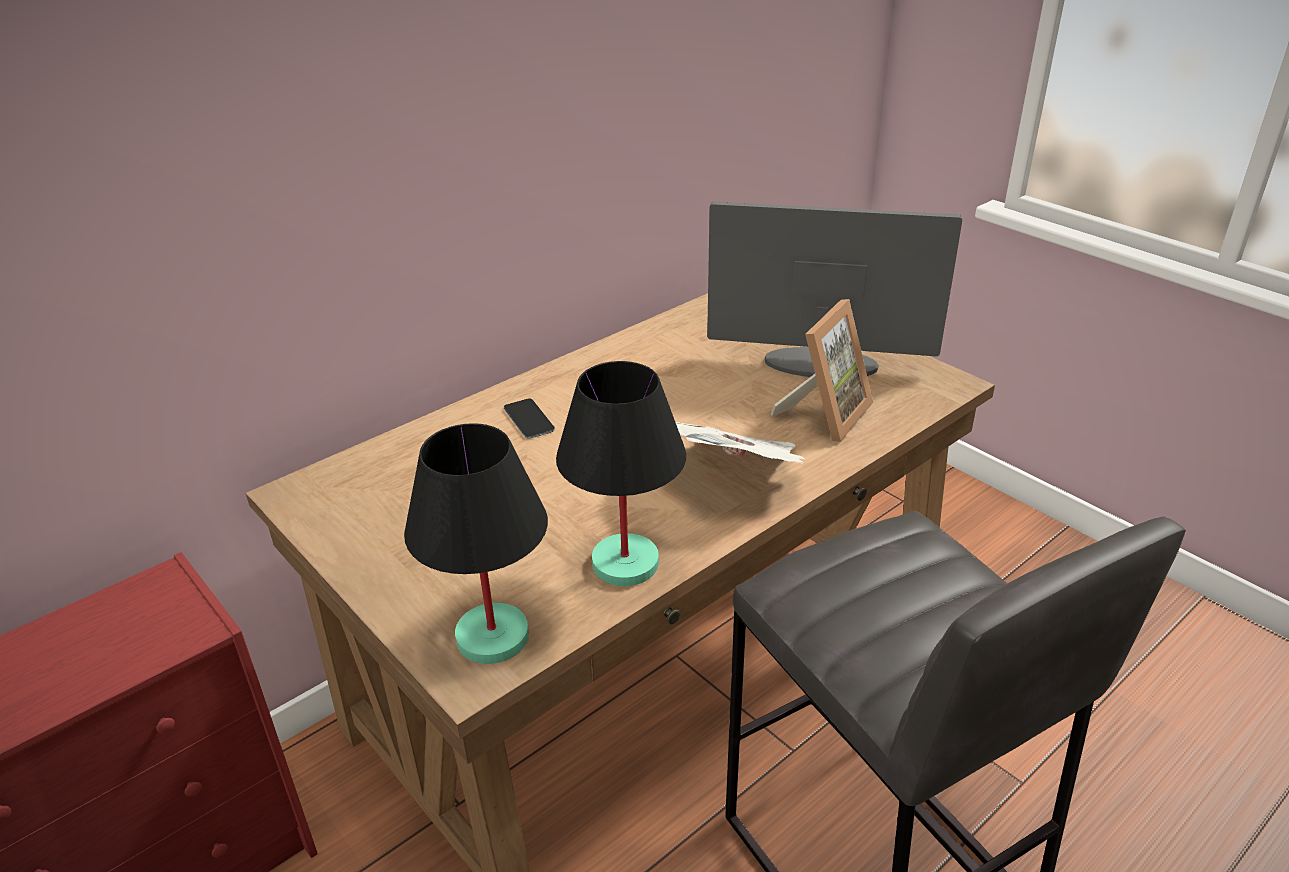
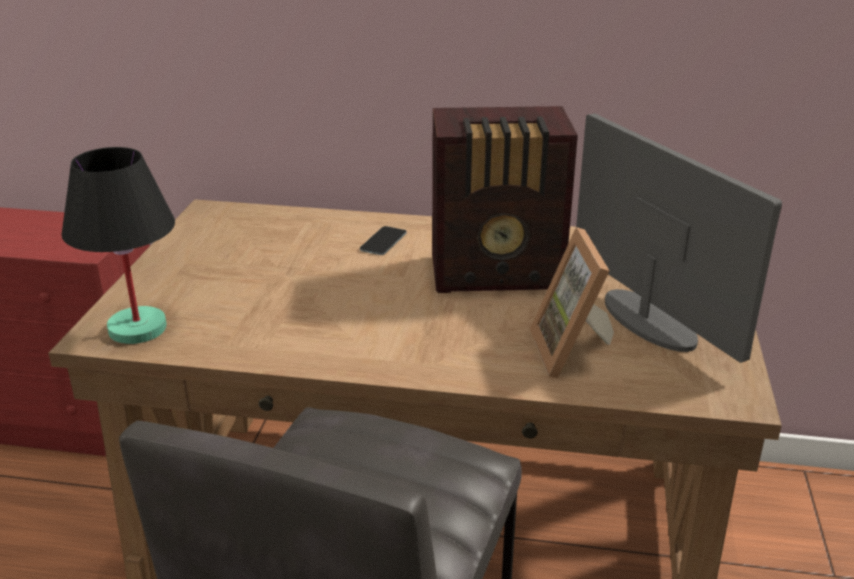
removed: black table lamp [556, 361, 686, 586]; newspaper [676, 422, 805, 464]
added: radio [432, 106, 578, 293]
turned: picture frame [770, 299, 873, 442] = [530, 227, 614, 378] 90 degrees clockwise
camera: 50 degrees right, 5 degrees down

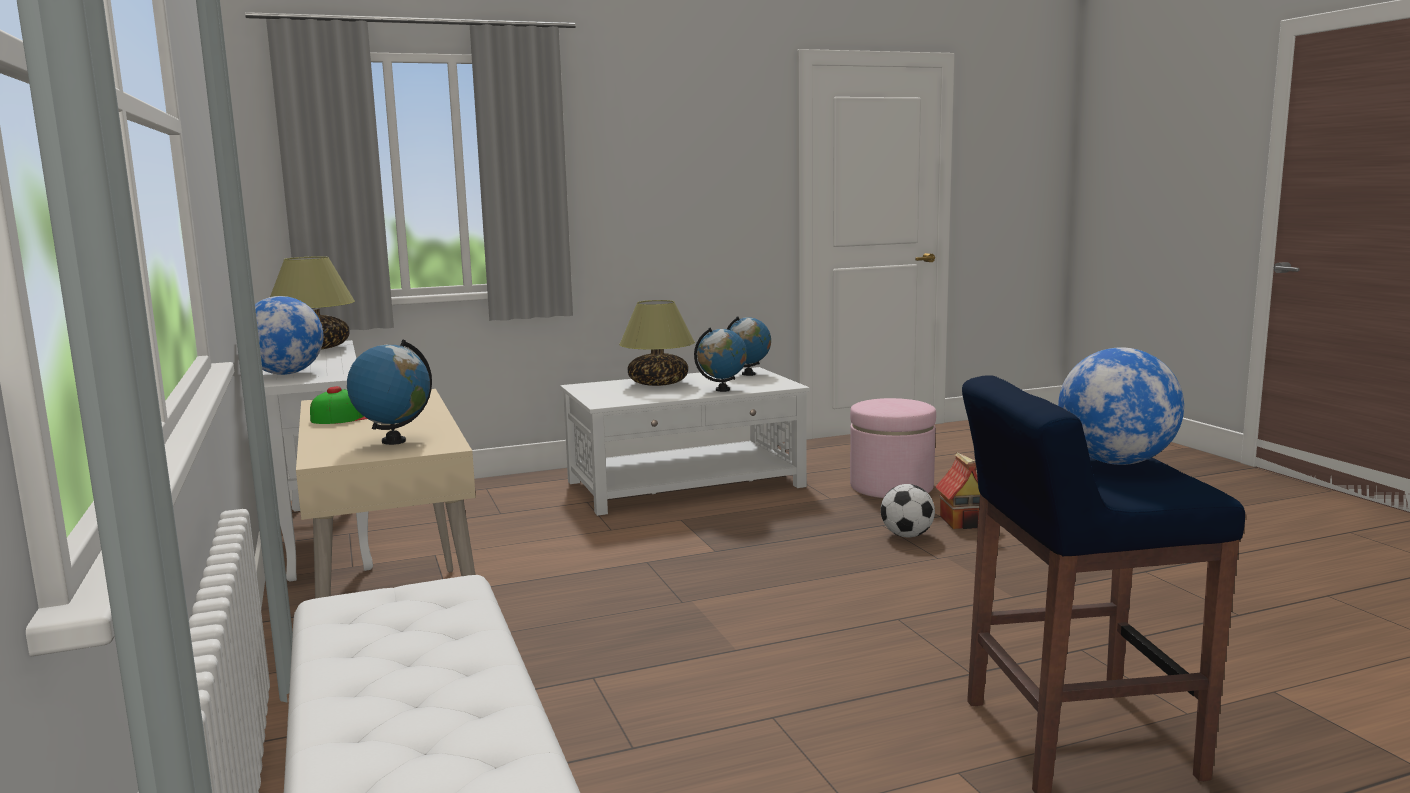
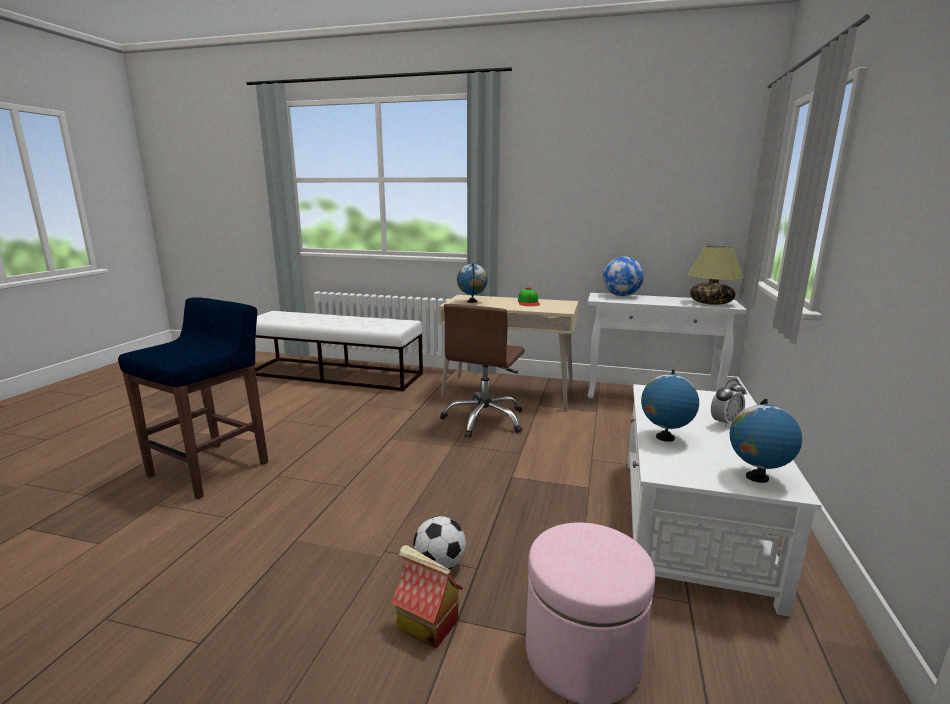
removed: globe [1058, 347, 1184, 465]
added: brown office chair [440, 304, 525, 438]
replaced: table lamp [619, 300, 695, 386] to alarm clock [711, 379, 746, 428]
camera: 125 degrees right, 5 degrees up

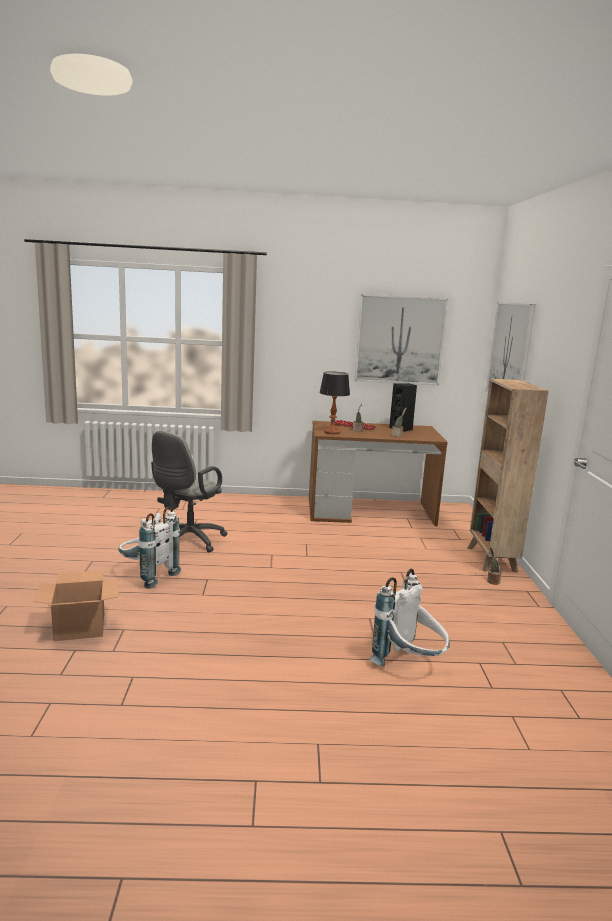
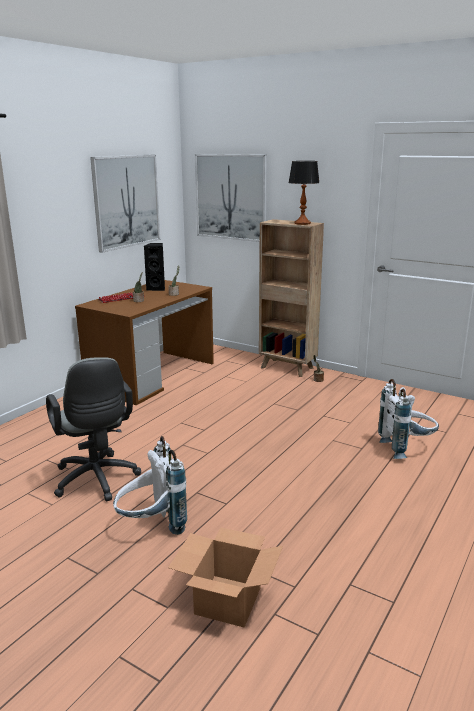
moved: table lamp [319, 371, 350, 434] to [288, 161, 320, 225]
camera: 55 degrees left, 5 degrees up

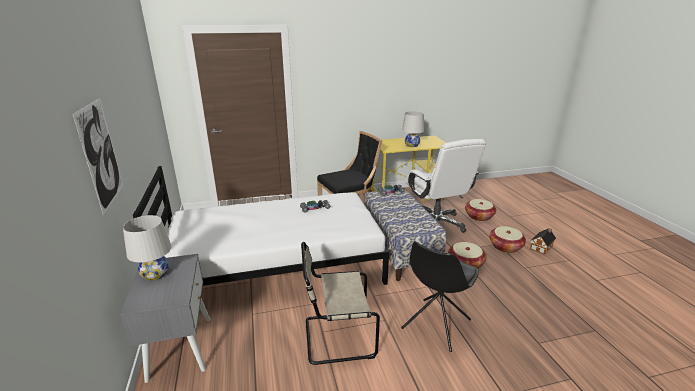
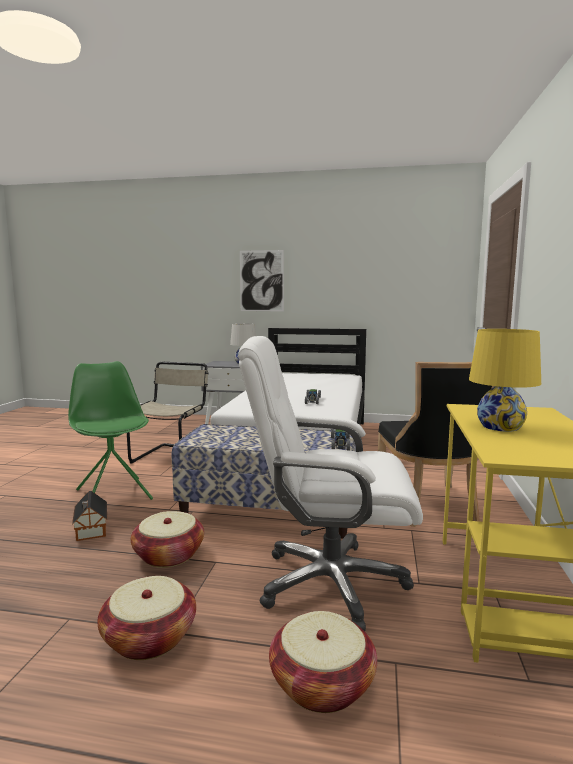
moved: toy house [530, 228, 556, 255] to [72, 491, 107, 541]
recoloured: black chair [401, 242, 479, 352] to green chair [68, 361, 153, 500]; white table lamp [402, 111, 424, 147] to yellow table lamp [469, 329, 541, 432]
camera: 115 degrees right, 15 degrees down

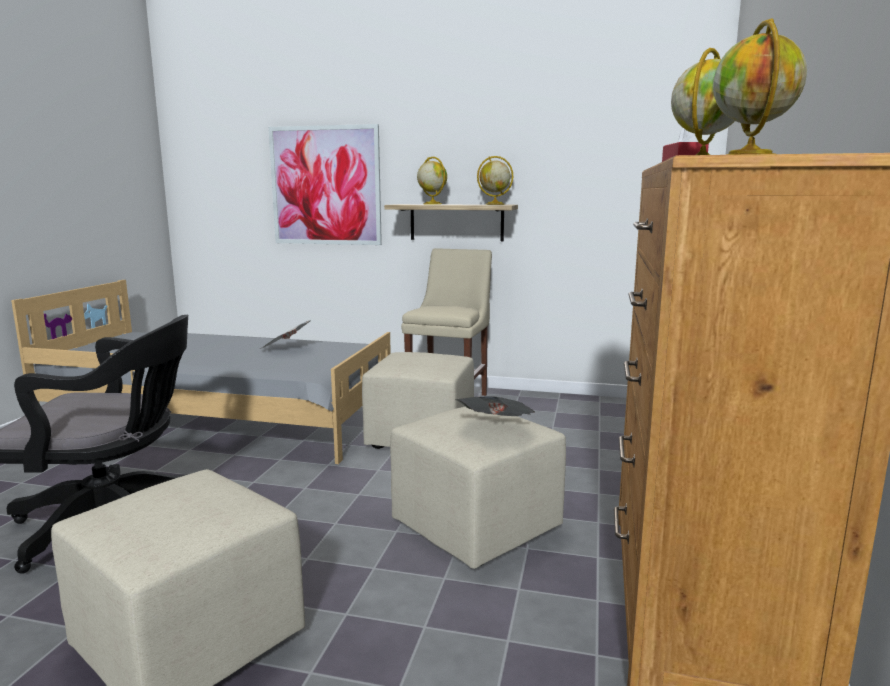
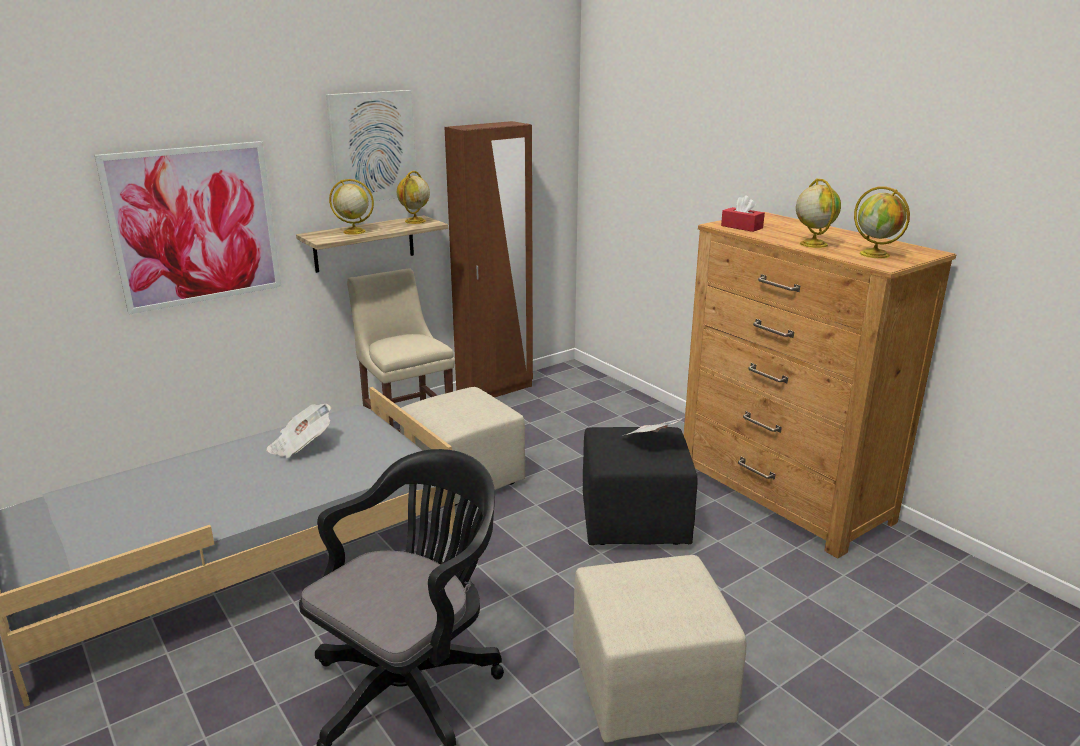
added: picture [326, 90, 416, 202]; brown wardrobe [445, 121, 533, 398]
recoloured: beige ottoman [390, 407, 566, 569] to black ottoman [583, 427, 697, 545]
camera: 50 degrees left, 10 degrees up

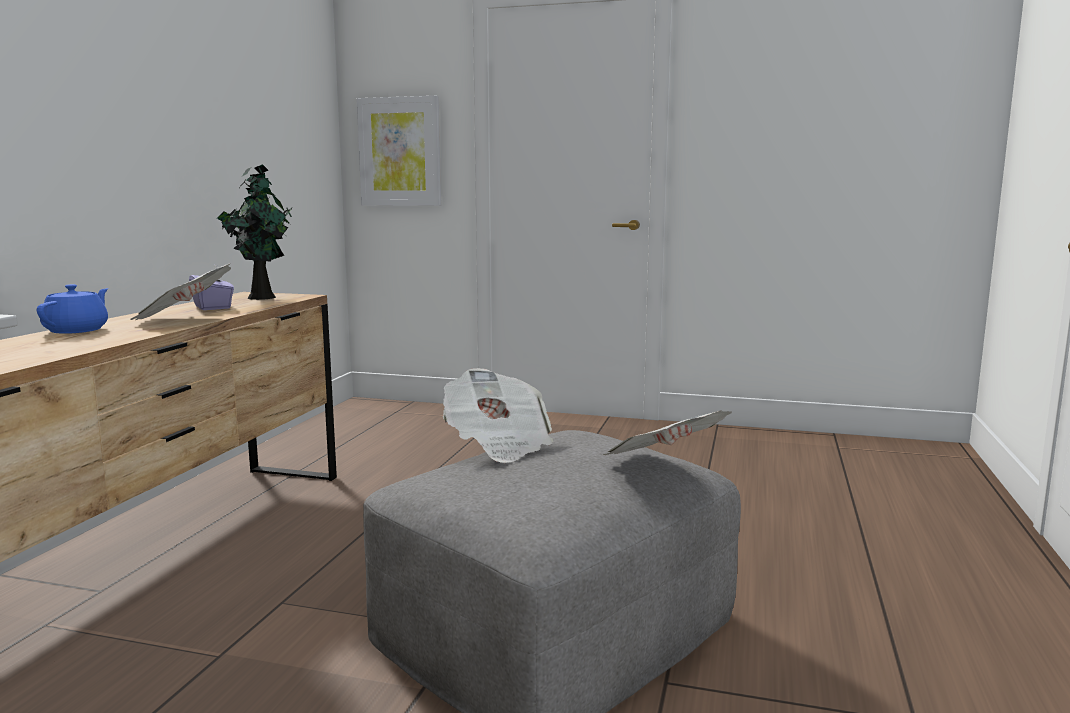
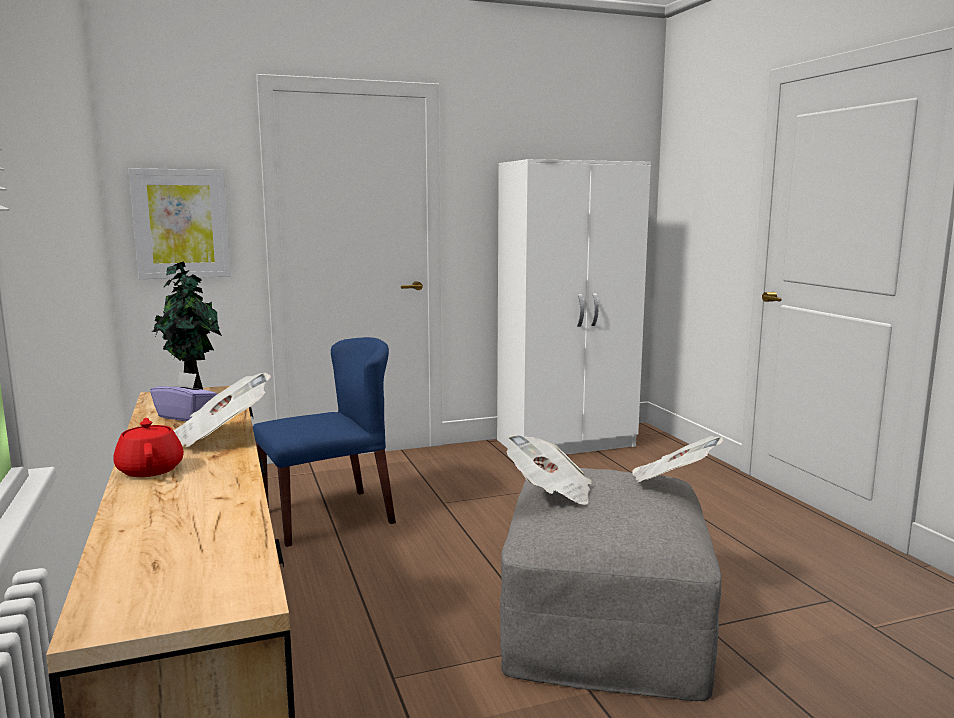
added: blue chair [253, 337, 396, 547]; white wardrobe [497, 159, 651, 455]
recoloured: blue teapot [37, 284, 108, 334] to red teapot [113, 418, 184, 477]
camera: 35 degrees left, 0 degrees up

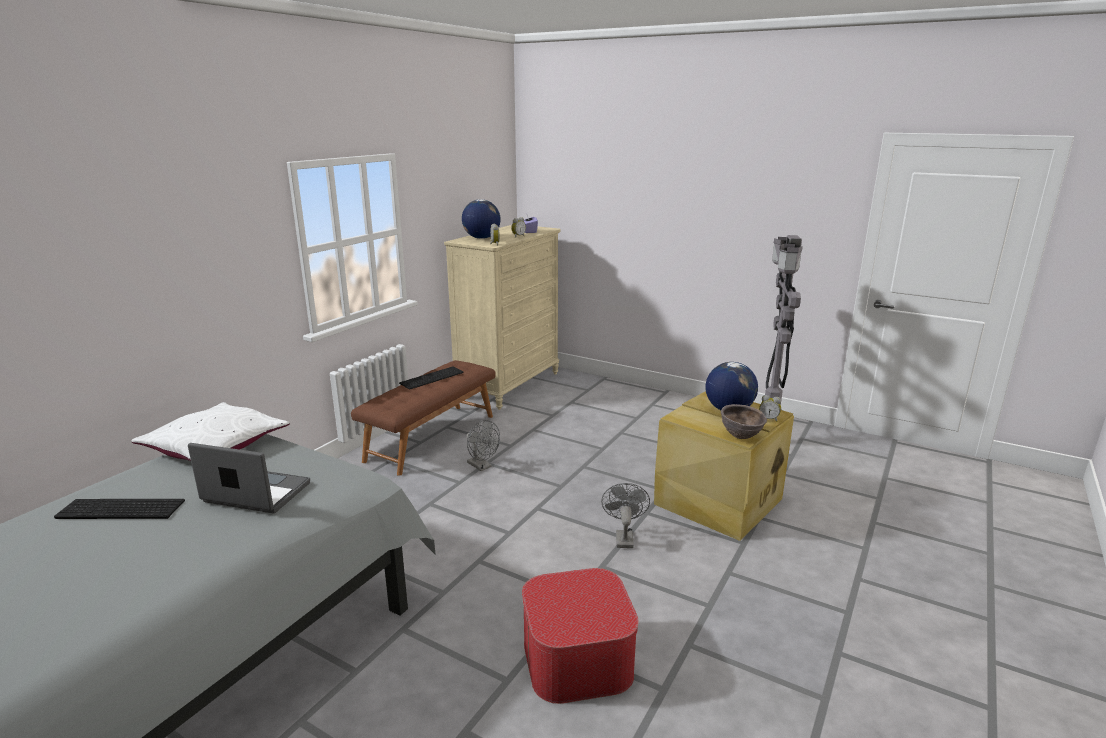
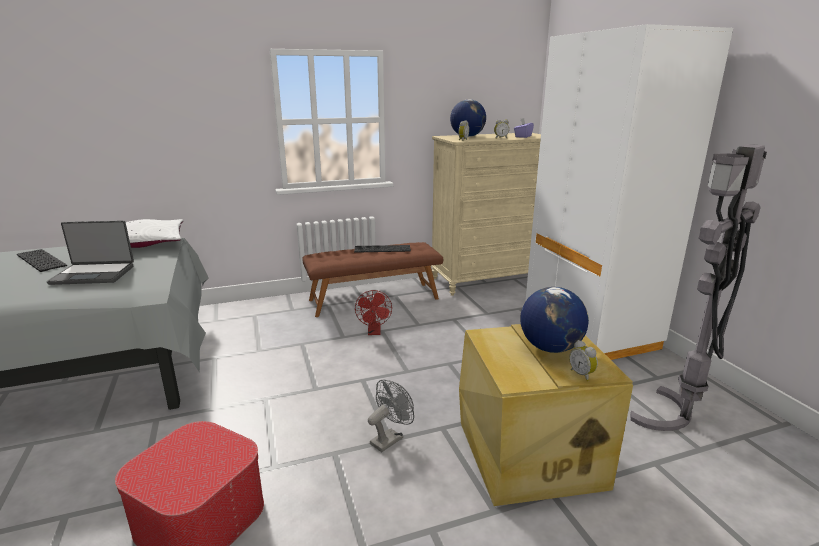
removed: brown bowl [721, 404, 767, 439]
added: white wardrobe [525, 24, 733, 360]
recoloured: grey fan [466, 420, 500, 471] to red fan [355, 290, 392, 335]
turned: laptop [188, 443, 310, 514] = [47, 220, 134, 285] 120 degrees clockwise
camera: 40 degrees right, 0 degrees up

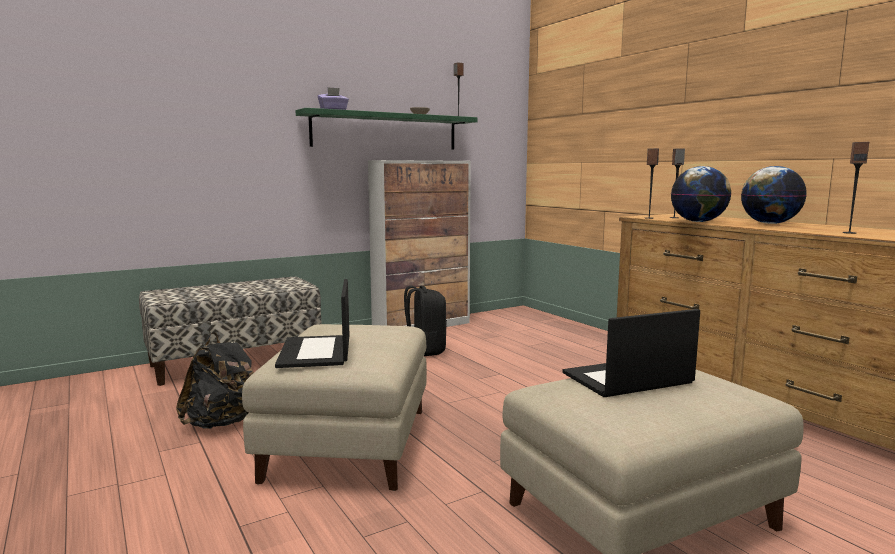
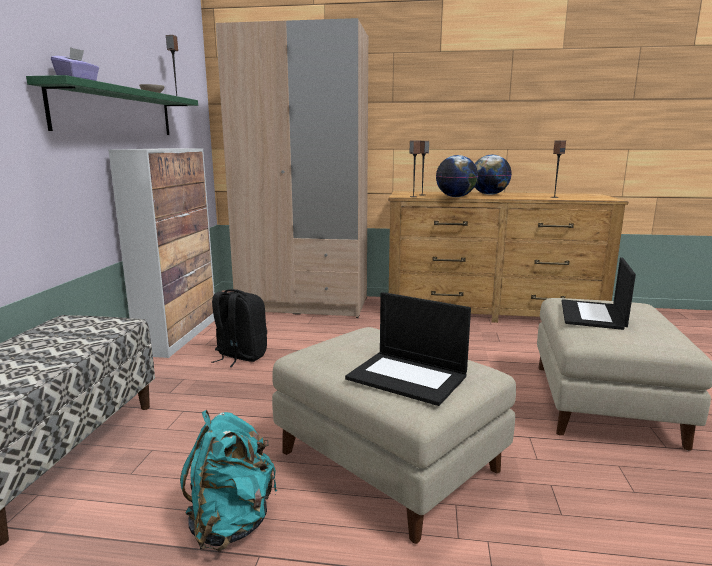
added: beige wardrobe [216, 18, 368, 318]
recoloured: black backpack [176, 332, 254, 429] to turquoise backpack [180, 410, 277, 551]
camera: 50 degrees left, 5 degrees up

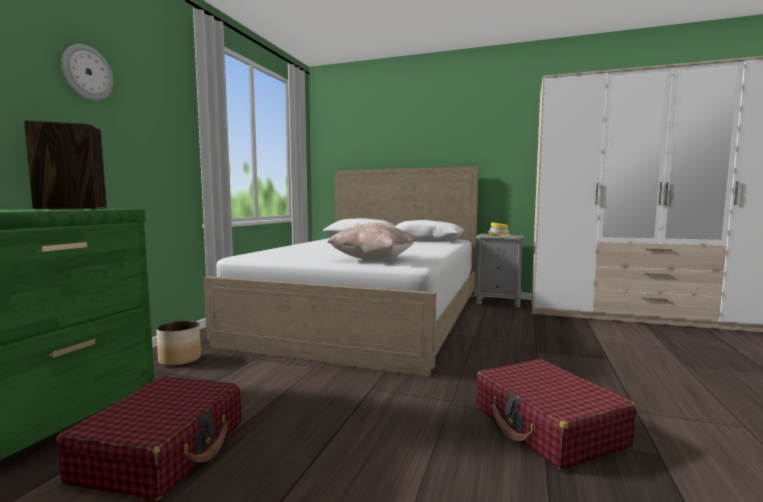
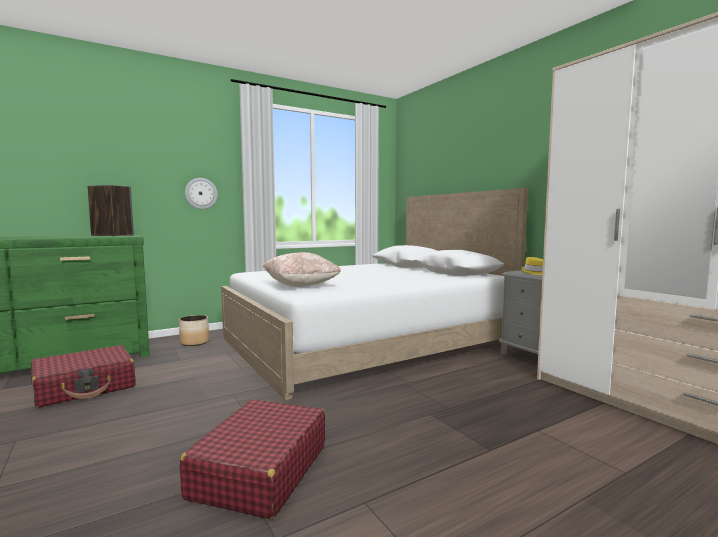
moved: wall clock [61, 44, 113, 101] to [185, 178, 218, 210]
camera: 40 degrees right, 0 degrees up

